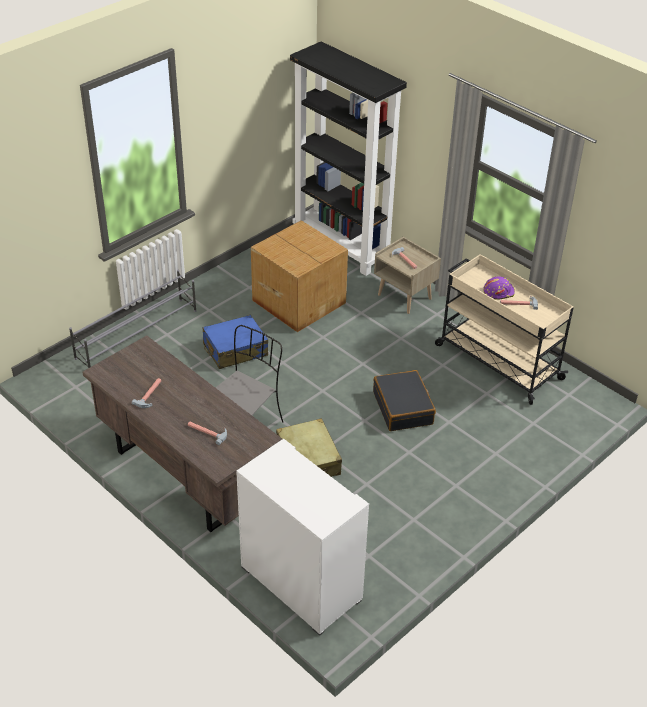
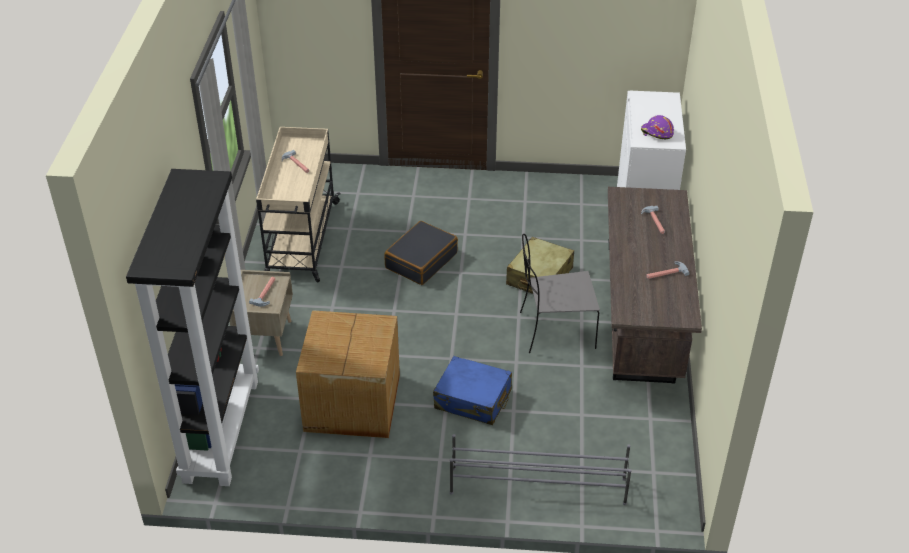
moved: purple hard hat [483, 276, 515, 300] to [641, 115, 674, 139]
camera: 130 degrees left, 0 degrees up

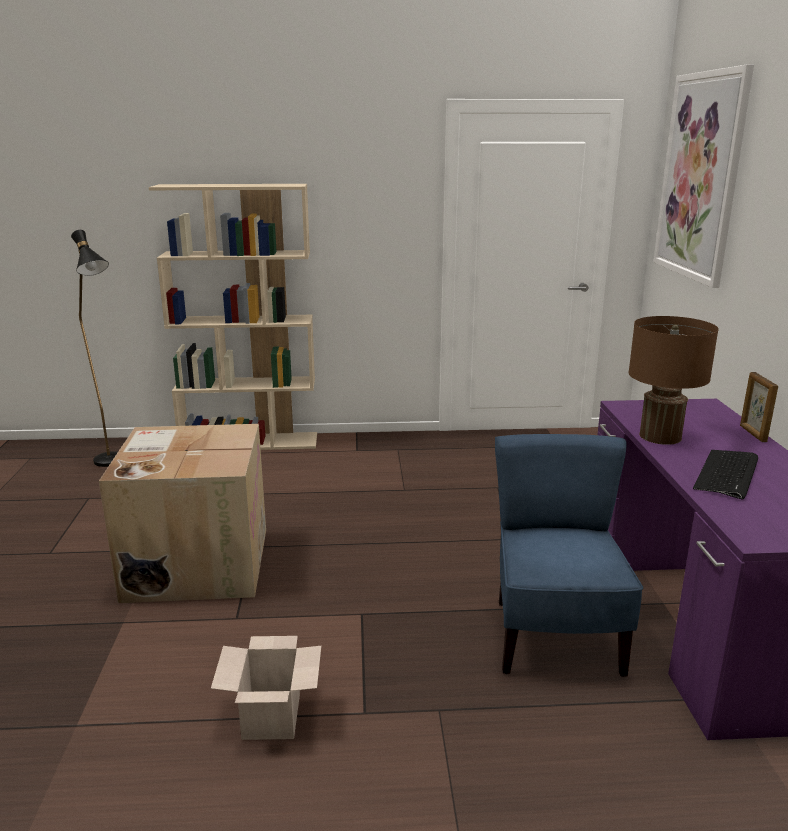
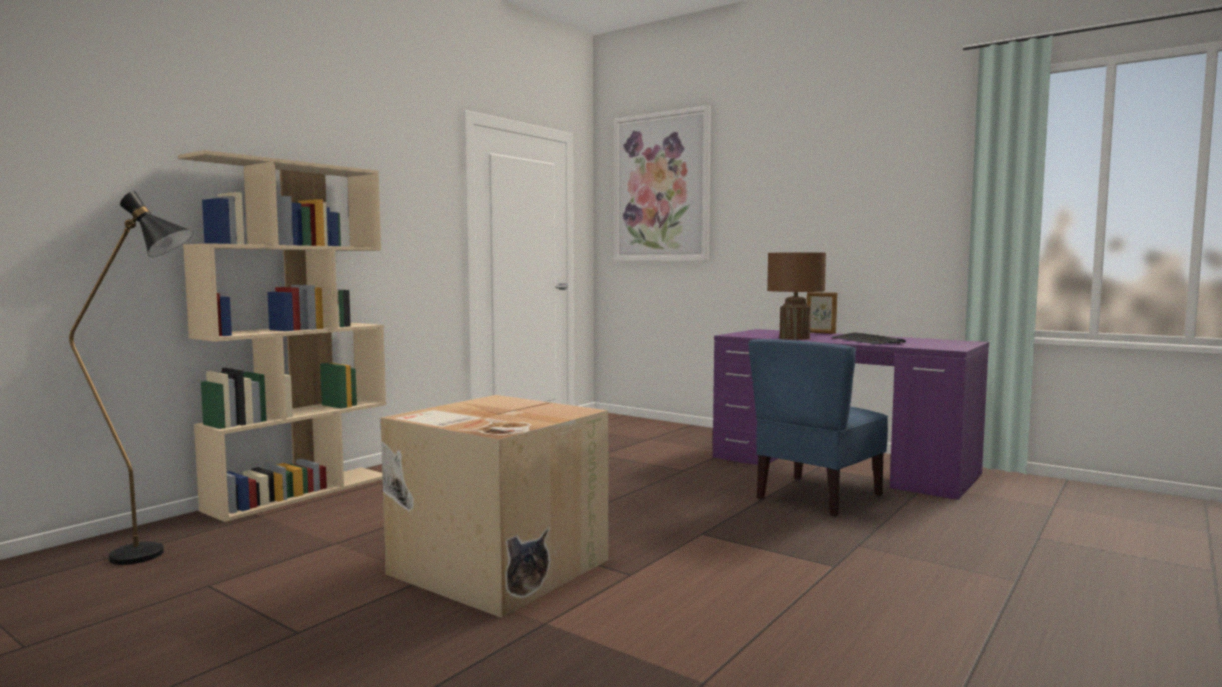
removed: cardboard box [211, 636, 321, 740]
turned: blue chair [495, 434, 643, 677] = [748, 339, 888, 517] 90 degrees counterclockwise
camera: 50 degrees left, 15 degrees down

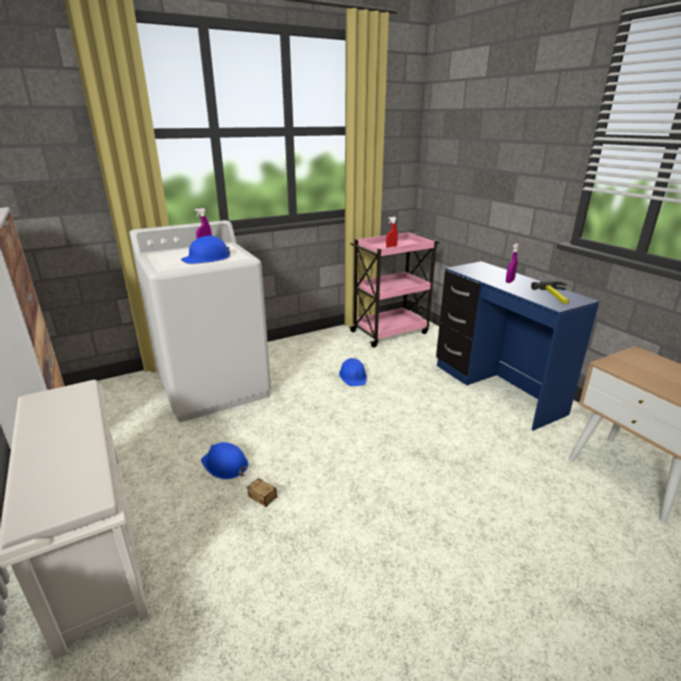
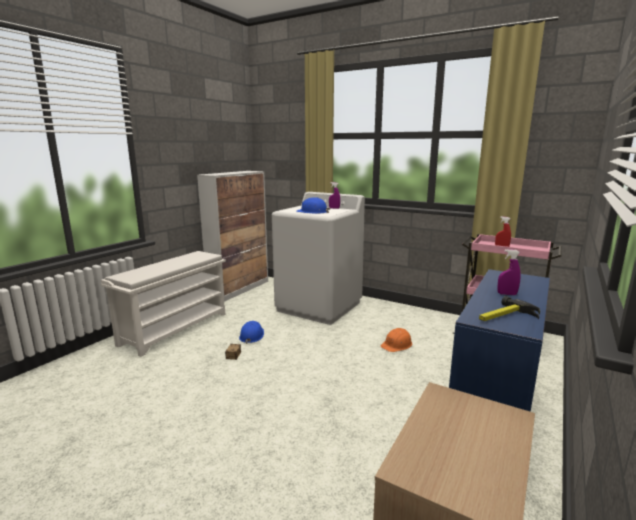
recoloured: blue hard hat [339, 358, 367, 386] to orange hard hat [381, 328, 412, 352]
camera: 60 degrees right, 10 degrees down

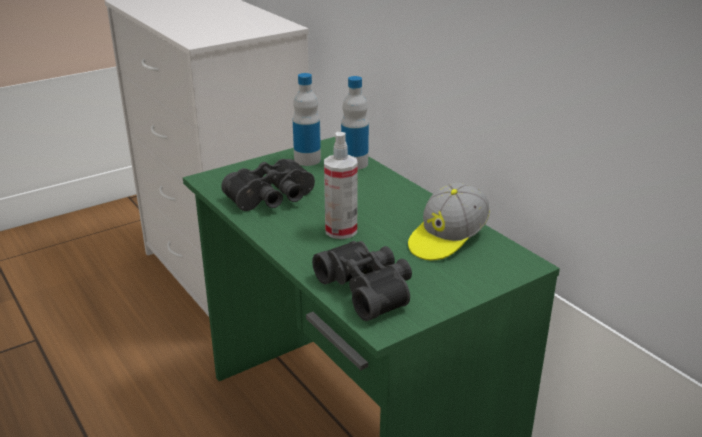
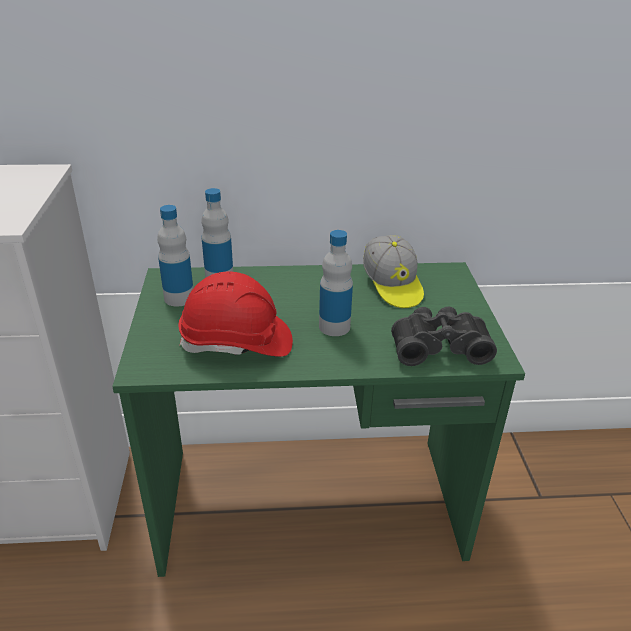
replaced: black binoculars [221, 159, 315, 211] to red hard hat [179, 271, 293, 357]; spray bottle [324, 132, 358, 239] to bottle [319, 230, 353, 336]
camera: 60 degrees left, 5 degrees up

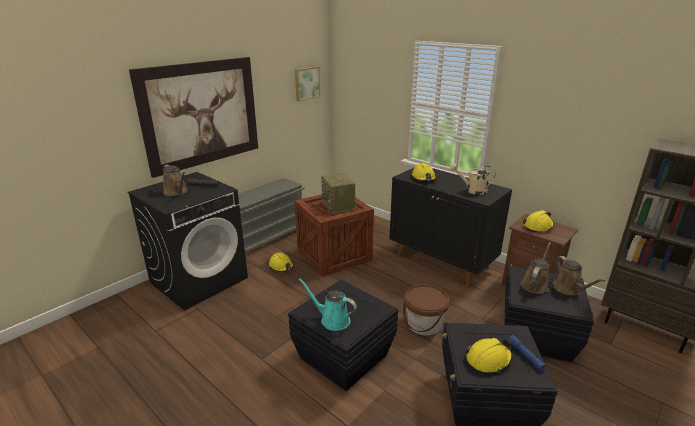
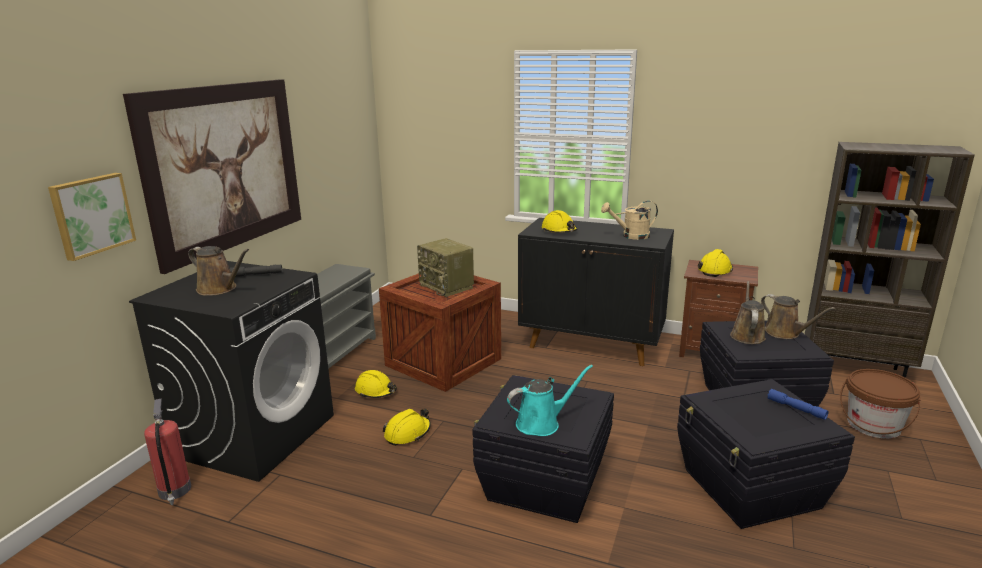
added: fire extinguisher [144, 399, 191, 505]
moved: picture [295, 66, 320, 101] to [48, 173, 136, 261]; yellow hard hat [465, 338, 512, 372] to [383, 409, 431, 446]; brown bucket [403, 284, 450, 336] to [840, 369, 921, 439]
turned: turquoise watering can [299, 278, 357, 331] = [507, 365, 593, 436] 150 degrees clockwise
camera: 20 degrees left, 5 degrees down

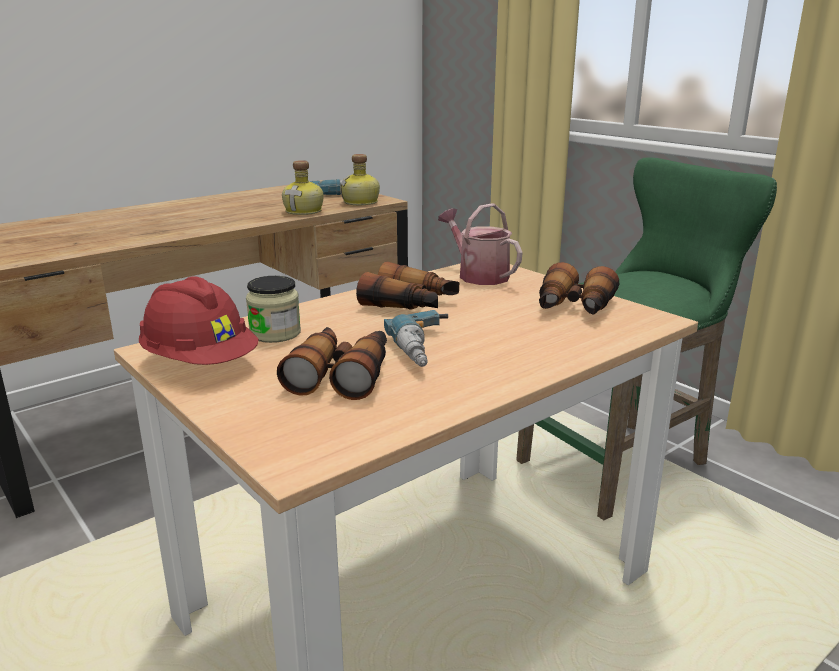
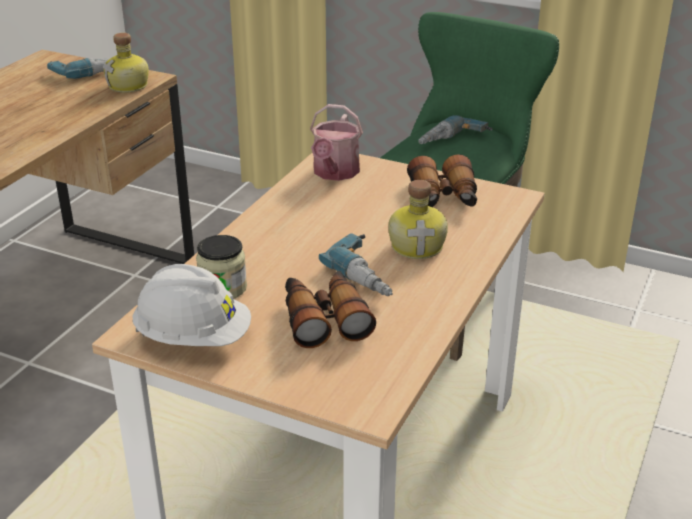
removed: binoculars [356, 261, 459, 310]
added: power drill [418, 115, 493, 144]
moved: bottle [282, 160, 324, 215] to [388, 180, 448, 259]
recoloured: red hard hat [139, 276, 259, 365] to white hard hat [132, 264, 251, 346]
turned: watering can [438, 203, 523, 285] = [310, 104, 363, 181] 105 degrees counterclockwise
camera: 25 degrees left, 10 degrees up

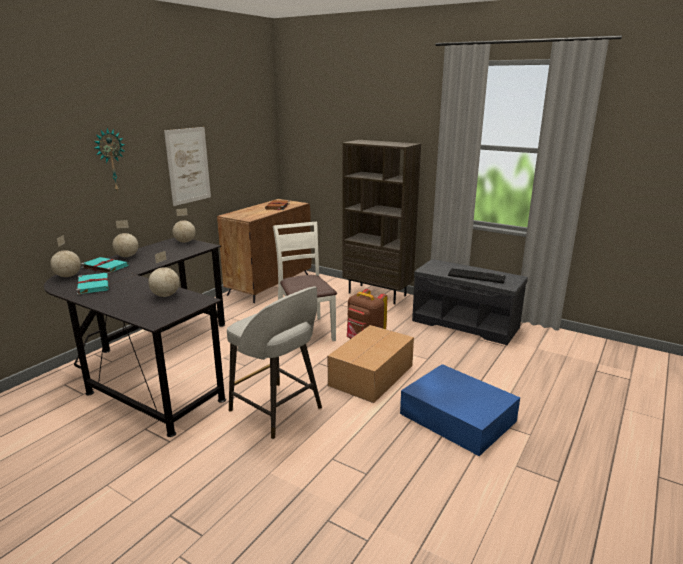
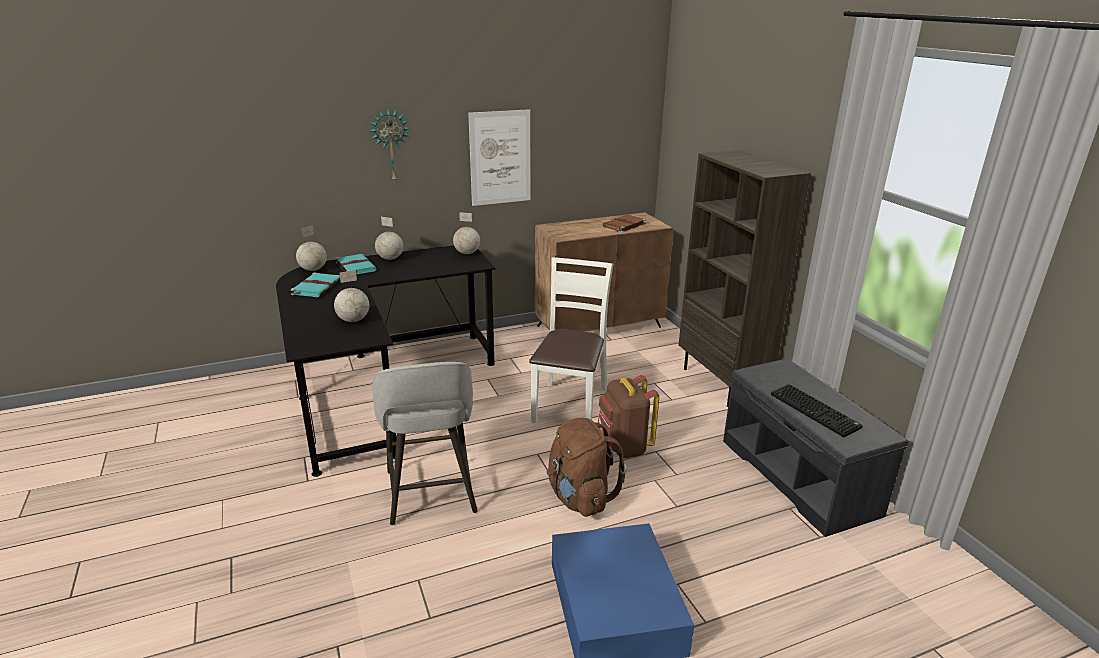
replaced: cardboard box [328, 325, 414, 403] to brown backpack [547, 418, 627, 517]
camera: 35 degrees right, 5 degrees up

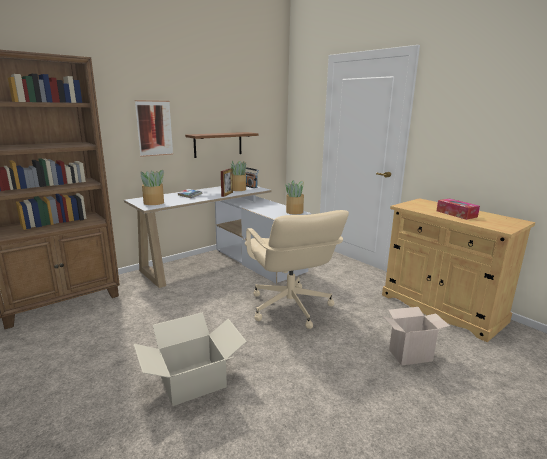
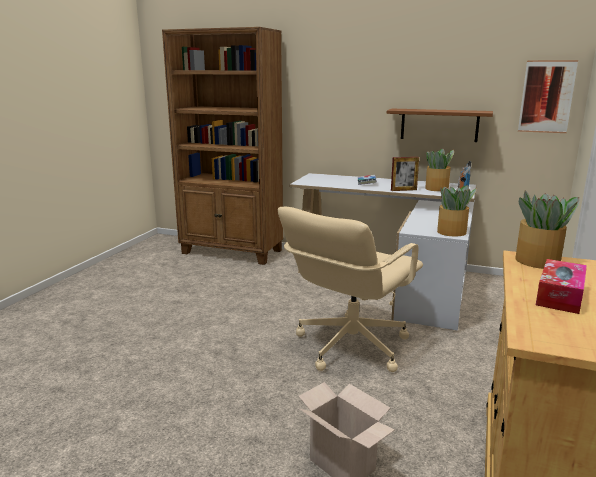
removed: cardboard box [134, 312, 247, 406]
moved: potted plant [140, 170, 164, 205] to [515, 190, 579, 269]; picture [135, 100, 173, 157] to [518, 60, 578, 133]
camera: 60 degrees right, 0 degrees up

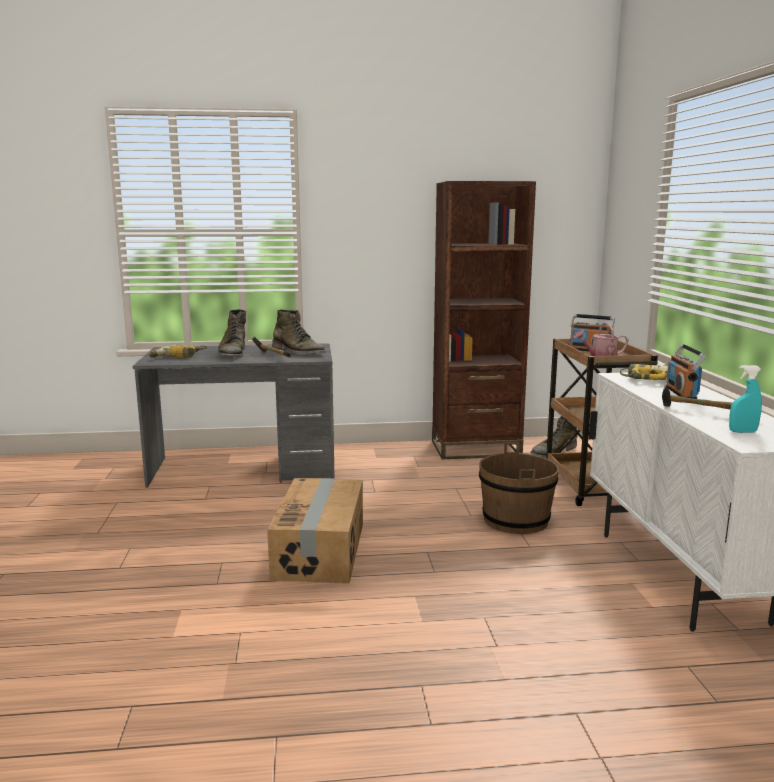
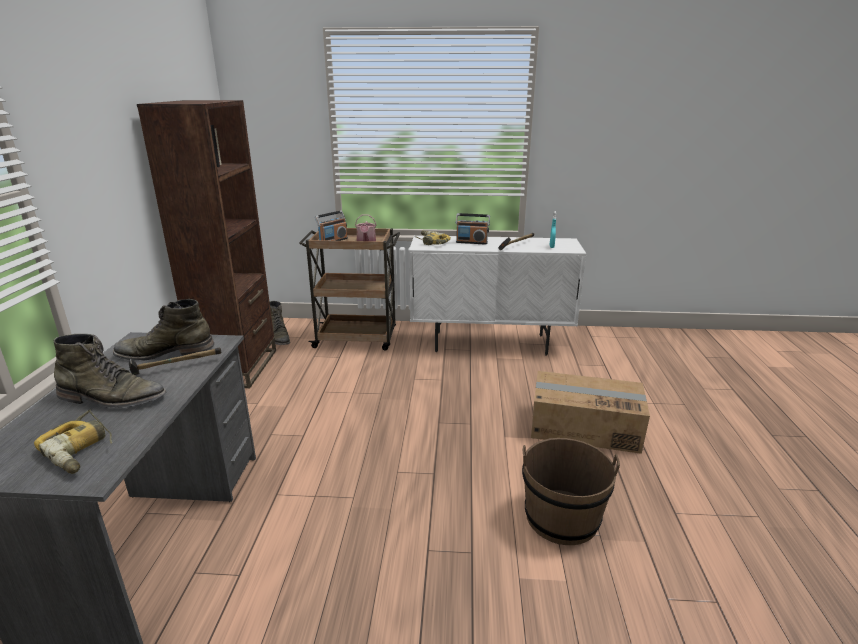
moved: brown bucket [479, 442, 559, 534] to [522, 438, 620, 545]; cardboard box [267, 478, 363, 583] to [531, 371, 650, 454]
turned: green boot [272, 309, 326, 354] = [113, 299, 214, 361] 150 degrees counterclockwise
camera: 80 degrees left, 10 degrees up

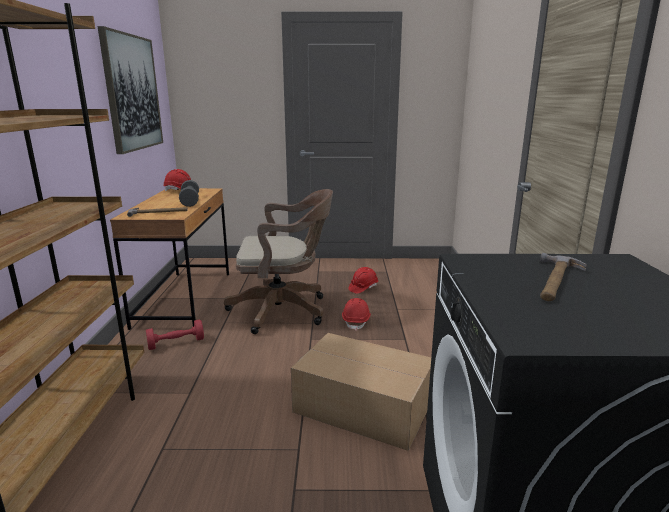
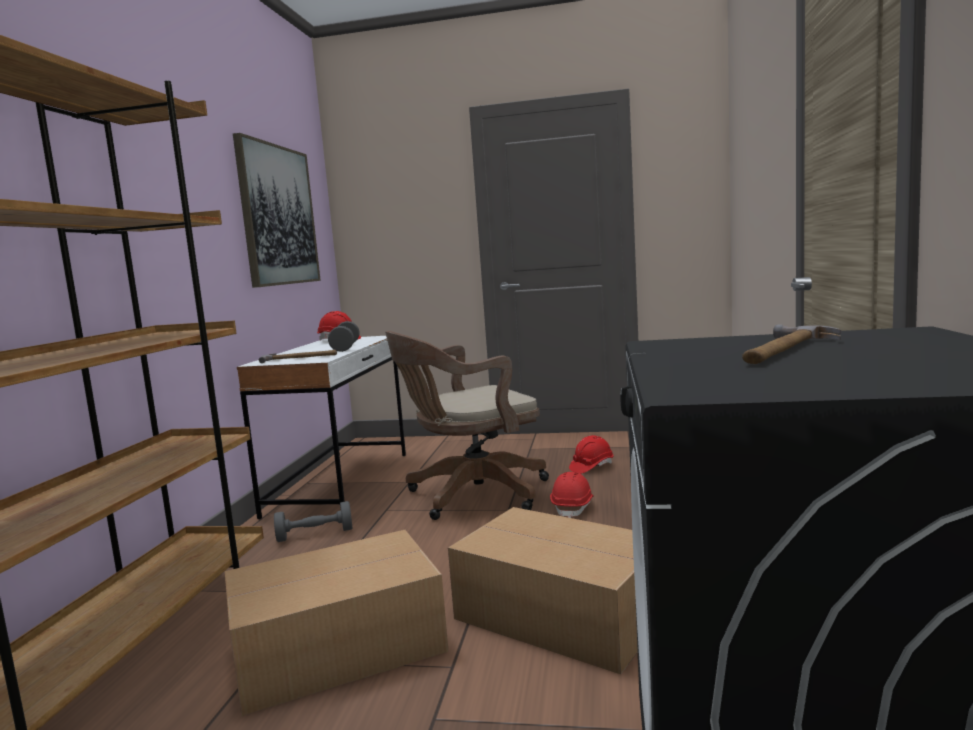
added: cardboard box [225, 530, 449, 716]
recoloured: brown desk [110, 188, 229, 330] to white desk [237, 336, 406, 519]; red dumbbell [146, 319, 204, 350] to grey dumbbell [274, 501, 352, 542]
turned: brown office chair [224, 189, 333, 334] = [385, 331, 549, 520] 150 degrees clockwise
camera: 10 degrees right, 10 degrees down

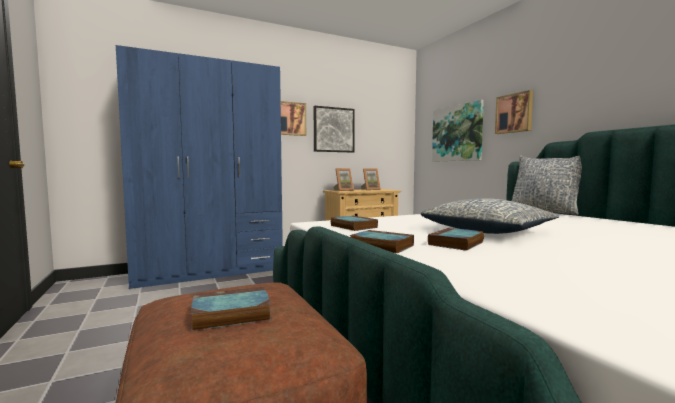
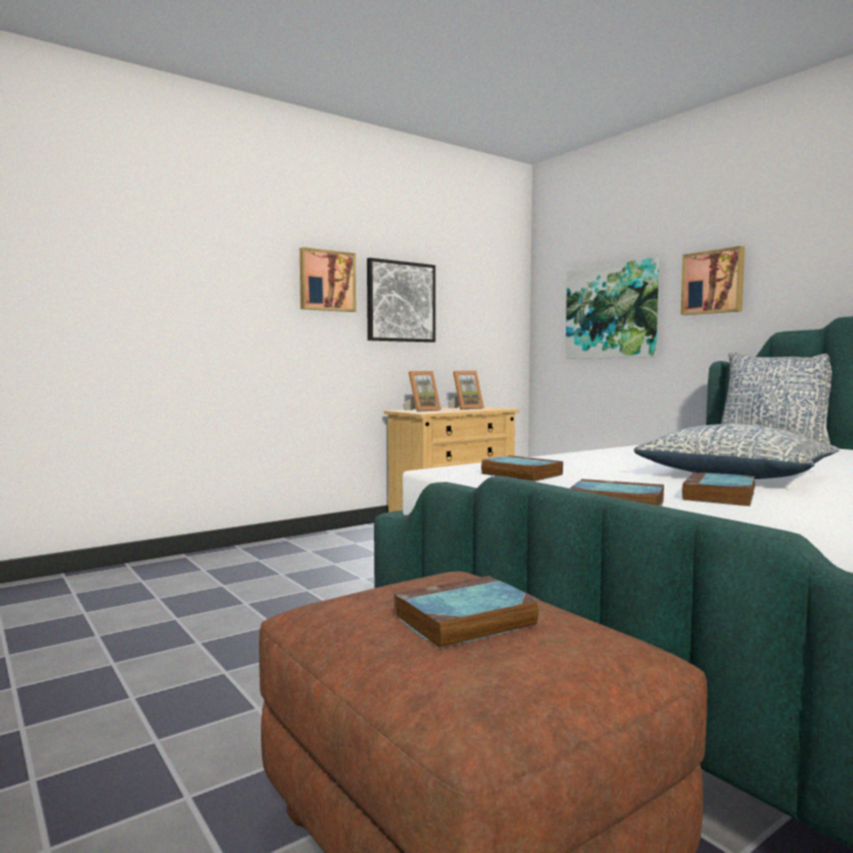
removed: blue wardrobe [116, 45, 283, 289]
camera: 10 degrees left, 0 degrees up

